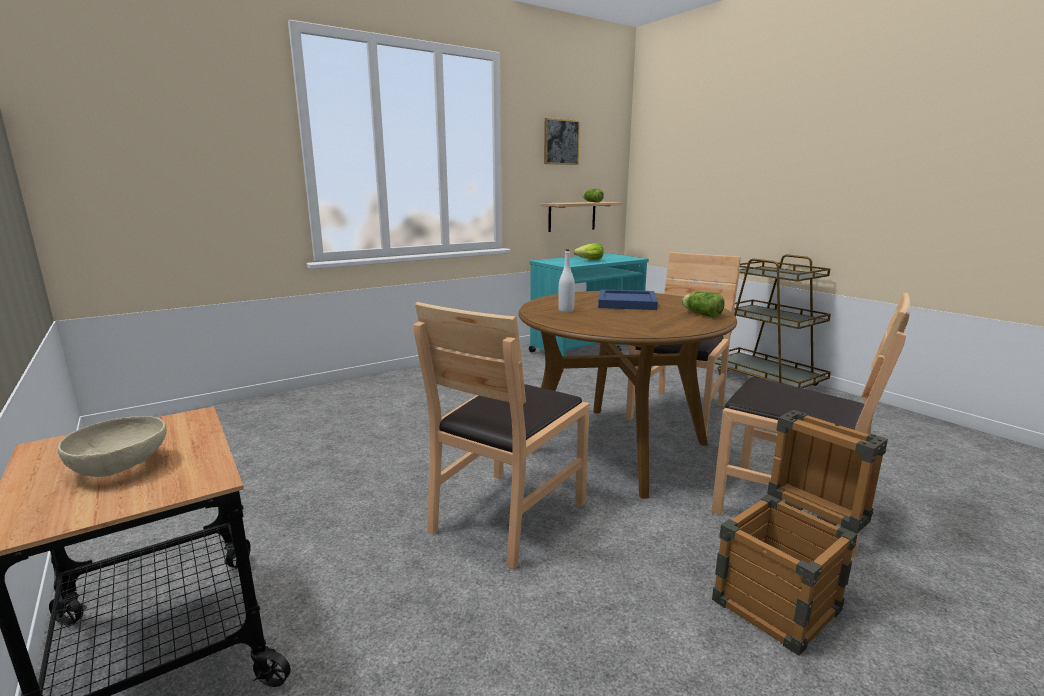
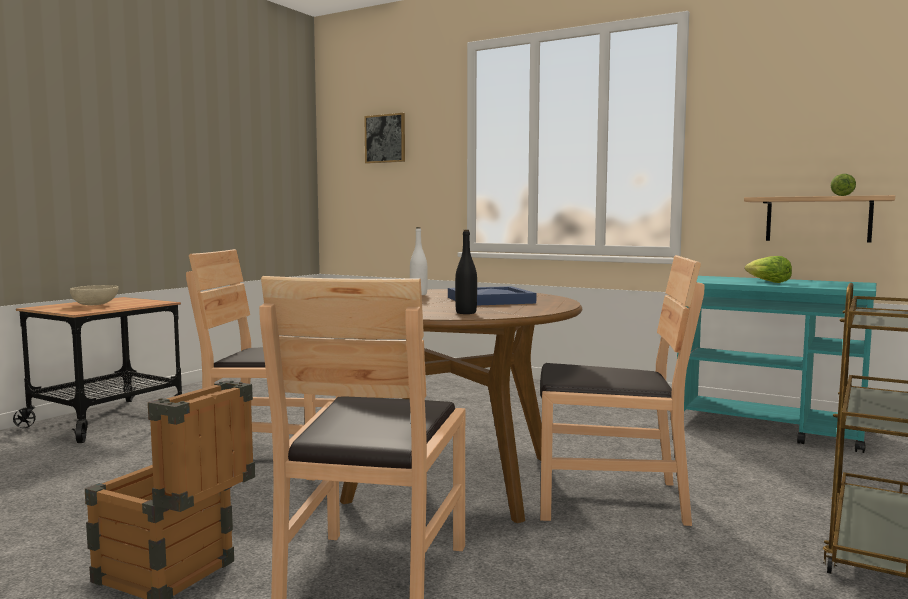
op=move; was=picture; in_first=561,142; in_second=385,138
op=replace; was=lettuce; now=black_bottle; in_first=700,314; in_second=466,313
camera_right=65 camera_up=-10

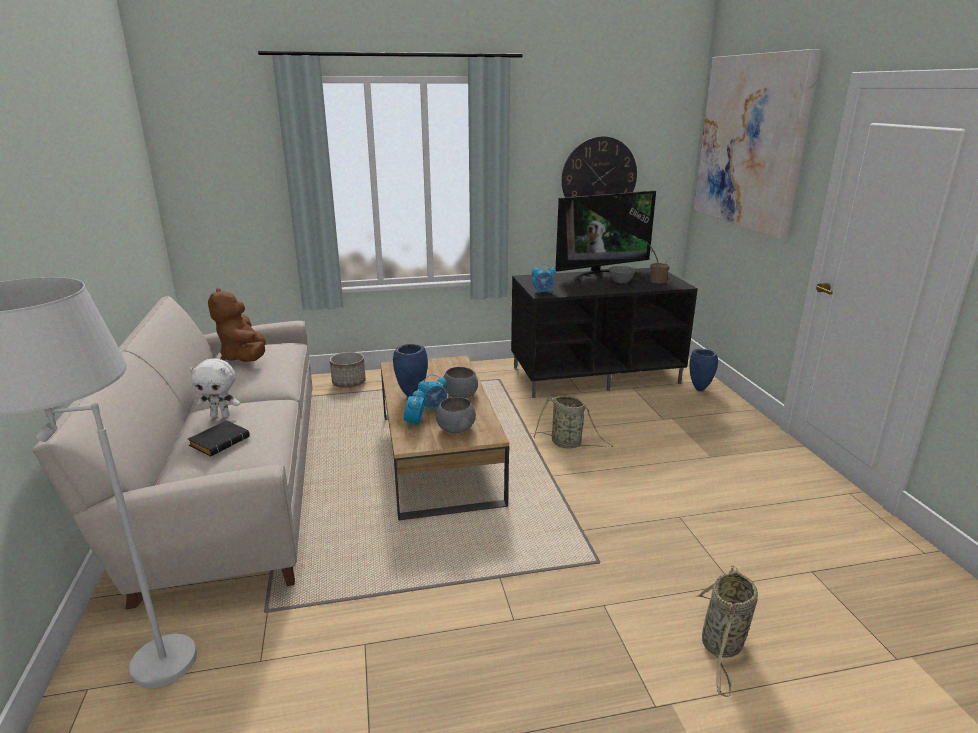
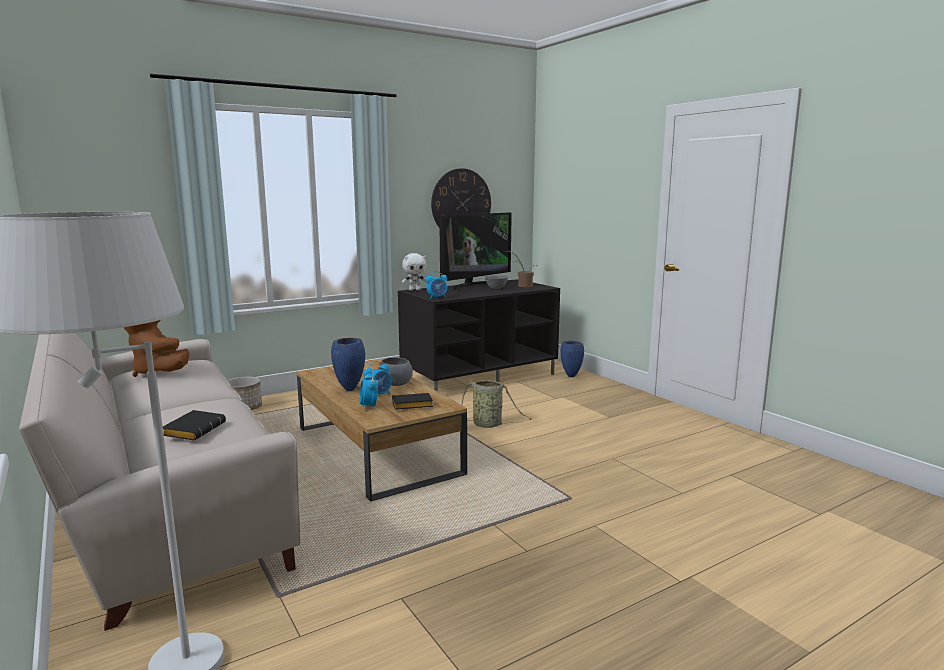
op=replace; was=grey_bowl; now=black_book; in_first=455,429; in_second=411,406
op=move; was=white_plush_toy; in_first=221,416; in_second=414,290
op=delete; was=picture; in_first=752,142
op=delete; was=basket; in_first=722,647
camera_right=-20 camera_up=-10

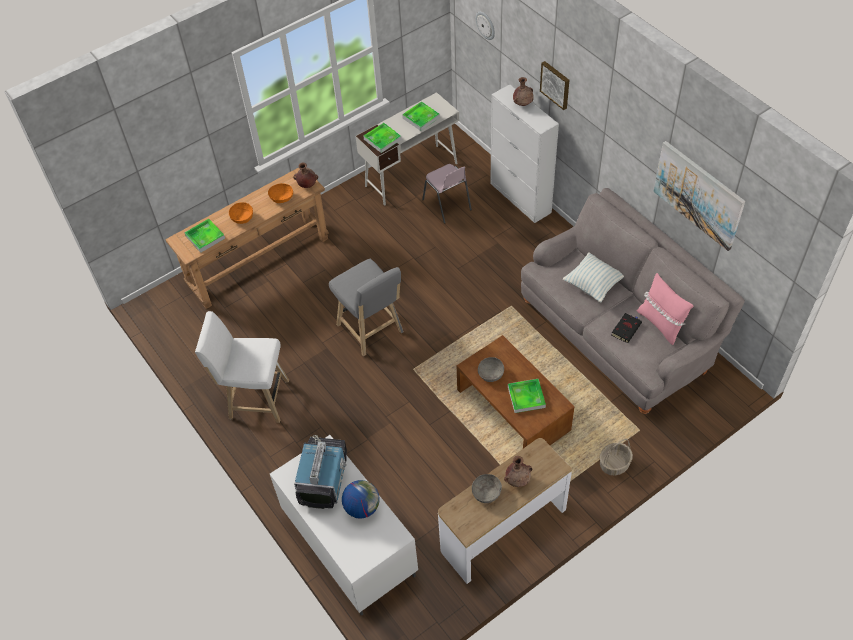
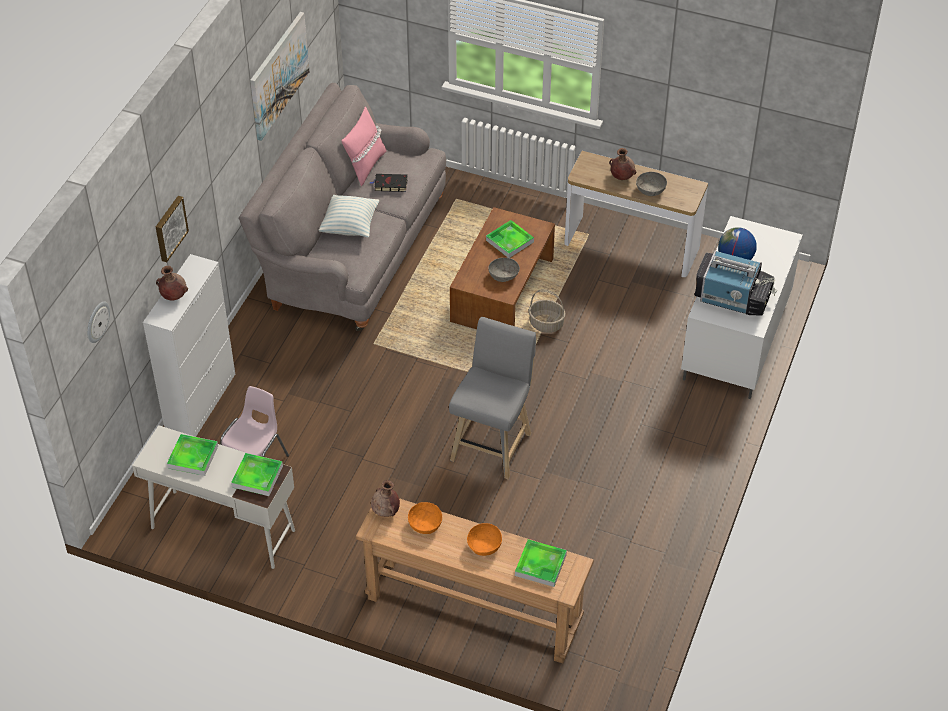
op=move; was=basket; in_first=614,464; in_second=546,324
op=rotate; was=television; in_first=324,478; in_second=733,298; clockwise=-135
op=delete; was=white_stool; in_first=255,399
camera_right=-125 camera_up=-5

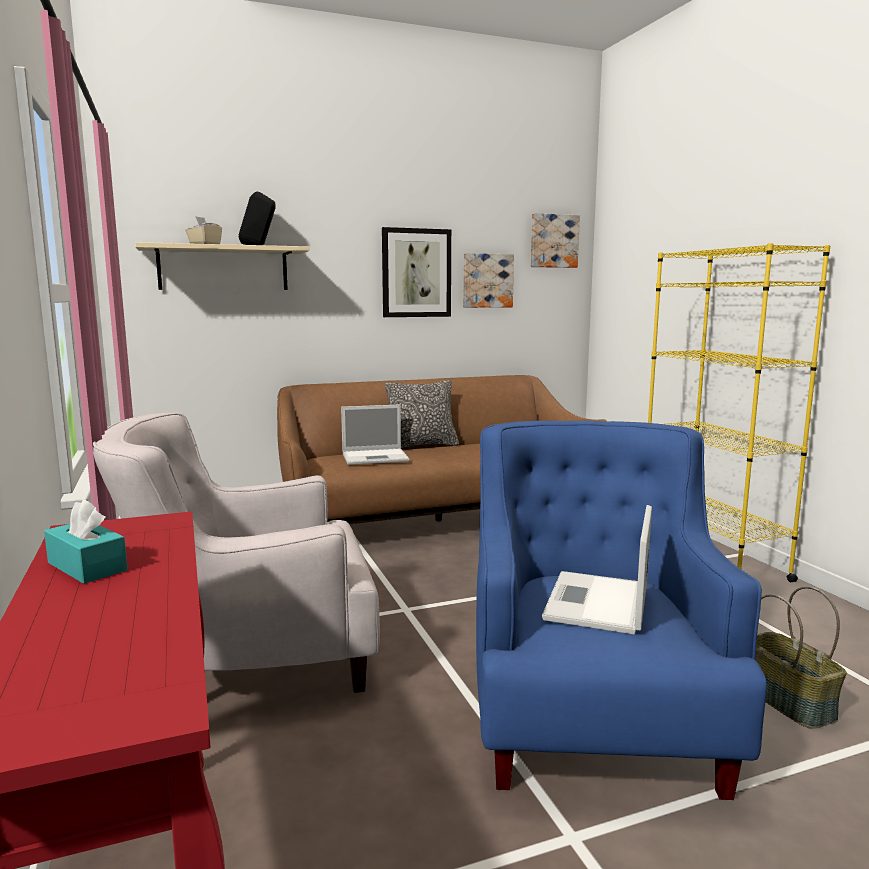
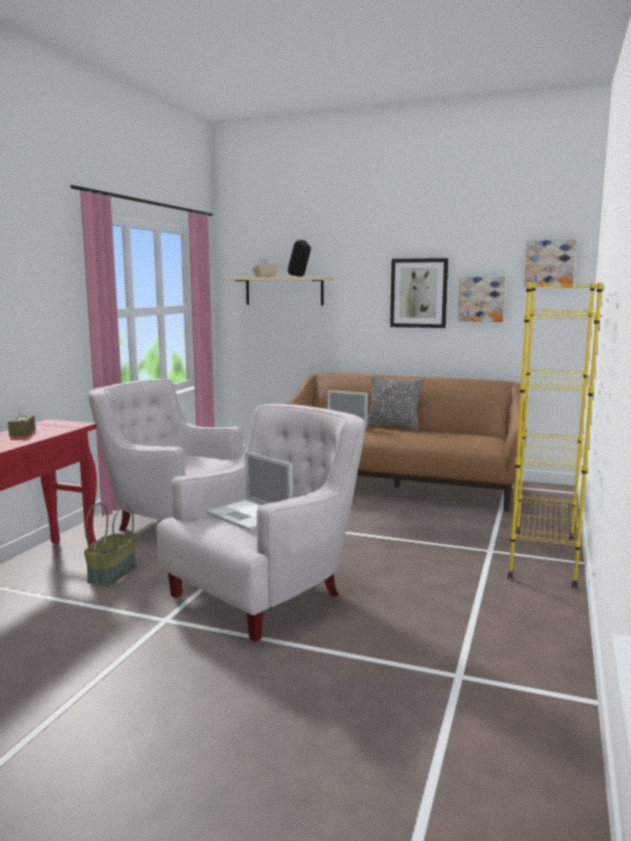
op=recolor; was=turquoise_tissue_box; now=brown_tissue_box; in_first=87,566; in_second=22,432
op=move; was=basket; in_first=789,701; in_second=112,574
op=recolor; was=blue_armchair; now=white_armchair; in_first=592,713; in_second=268,591
op=rotate; was=laptop; in_first=597,604; in_second=250,515; clockwise=-105
camera_right=40 camera_up=0

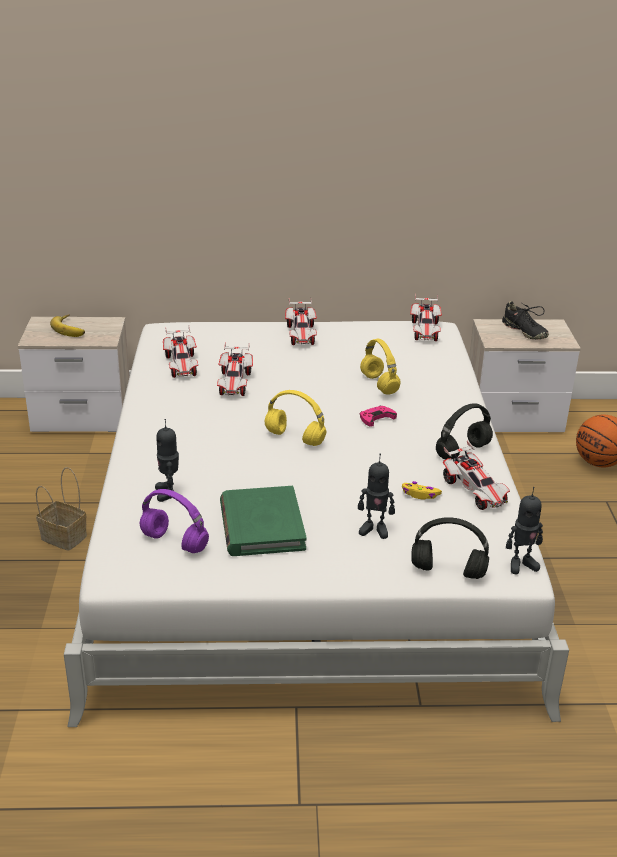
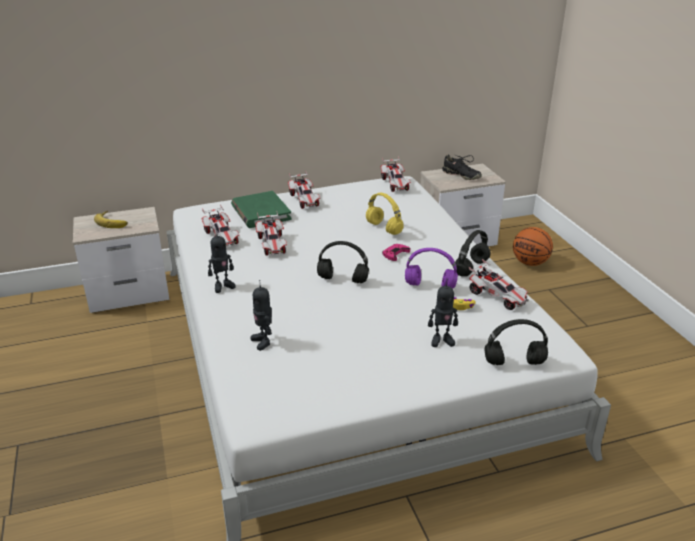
op=move; was=toy_robot; in_first=521,564; in_second=223,286
op=move; was=green_book; in_first=261,525; in_second=260,213
op=recolor; was=yellow_headphones; now=black_headphones; in_first=293,438; in_second=342,280
op=move; was=purple_headphones; in_first=176,542; in_second=431,286
op=delete; was=basket; in_first=62,537
camera_right=-15 camera_up=0

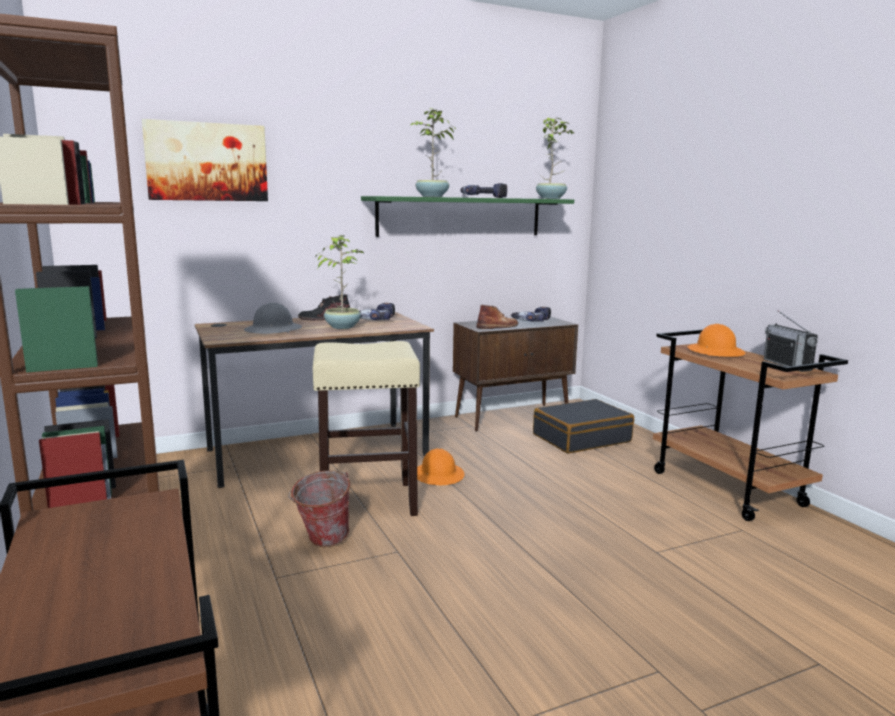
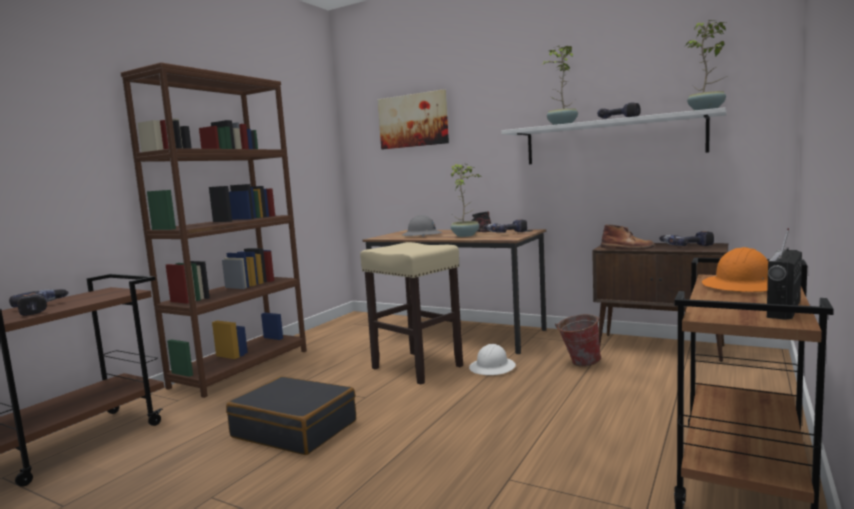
op=insert; now=power_drill; in_second=42,309
op=move; was=black_suitcase; in_first=581,438; in_second=295,429
op=recolor; was=orange_hard_hat; now=white_hard_hat; in_first=438,475; in_second=492,368
op=recolor; was=green_shelf; now=white_shelf; in_first=460,216; in_second=611,140
op=move; was=bucket; in_first=321,542; in_second=578,363
camera_right=55 camera_up=-5

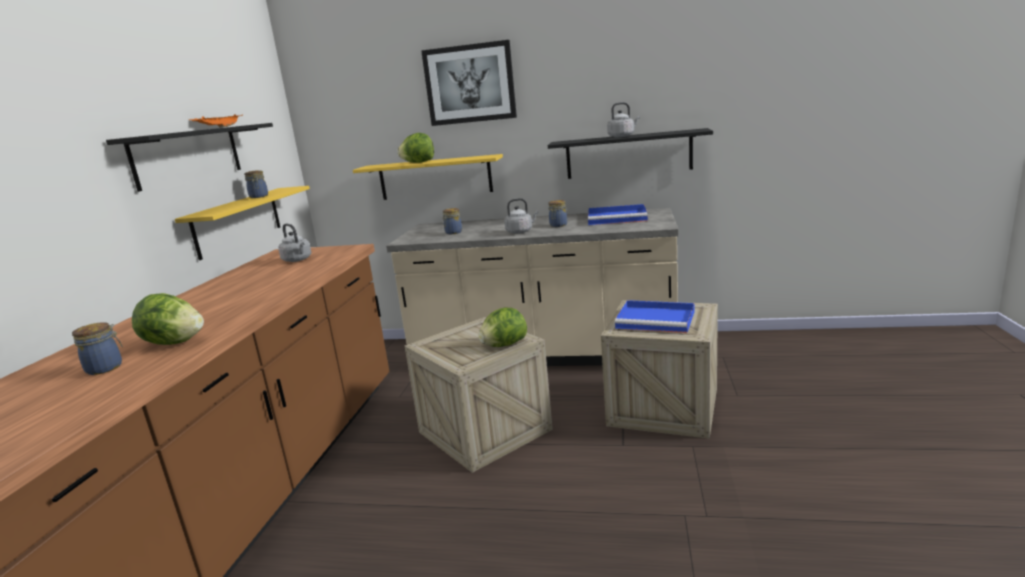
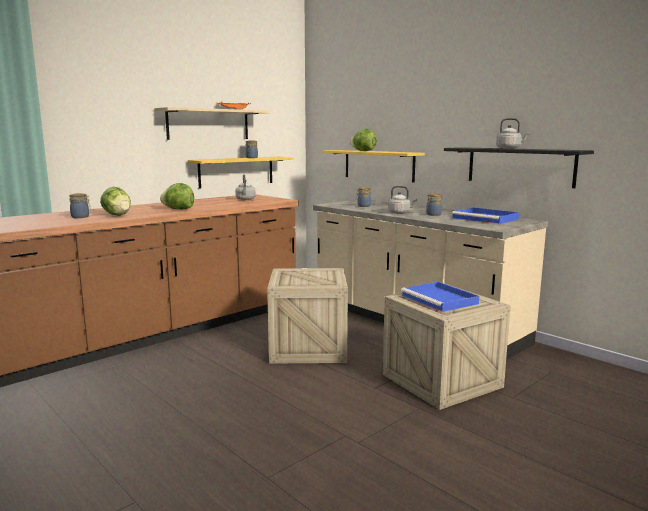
op=recolor; was=black_shelf; now=beige_shelf; in_first=188,156; in_second=208,124
op=move; was=lettuce; in_first=504,345; in_second=178,209
op=delete; was=picture; in_first=470,84
camera_right=35 camera_up=-5

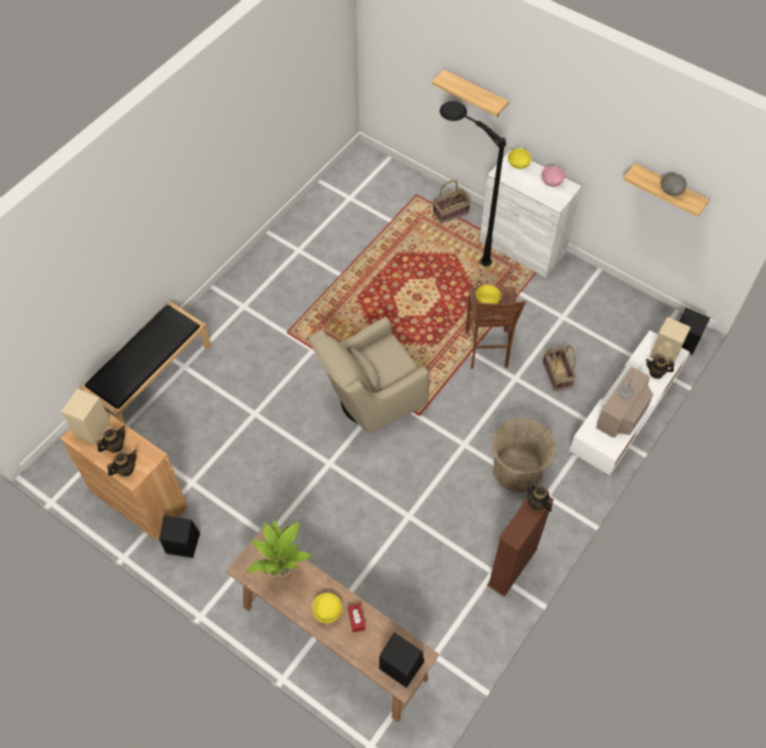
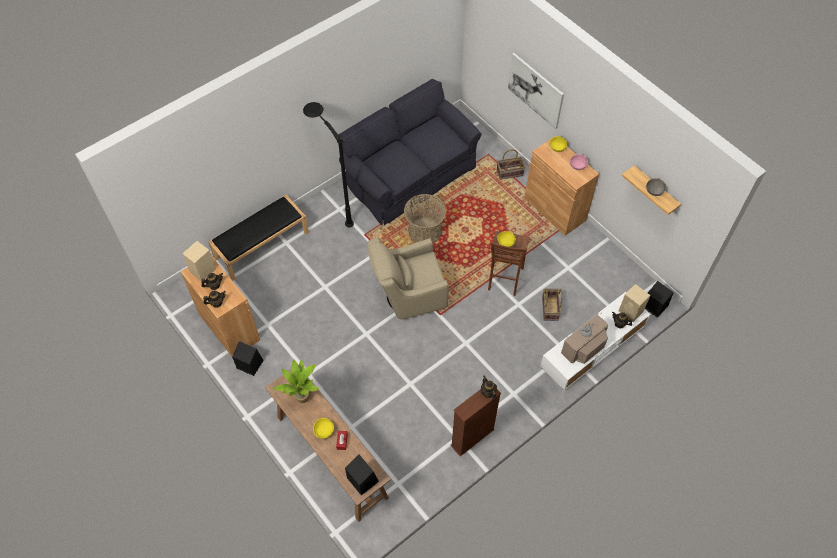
op=move; was=black_floor_lamp; in_first=455,245; in_second=333,206
op=insert; now=black_sofa; in_second=409,174
op=move; was=basket; in_first=517,469; in_second=424,231
op=replace; was=shelf; now=picture; in_first=475,94; in_second=535,90
op=recolor; was=white_cabinet; now=brown_cabinet; in_first=522,247; in_second=555,209
camera_right=15 camera_up=0

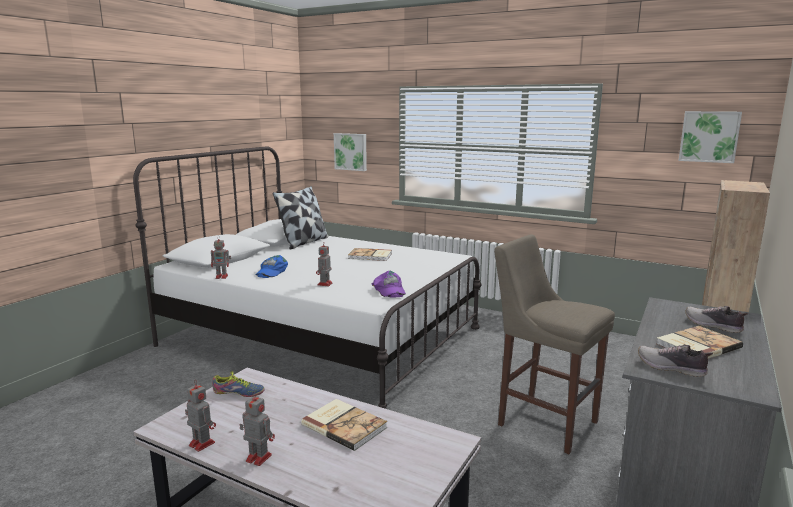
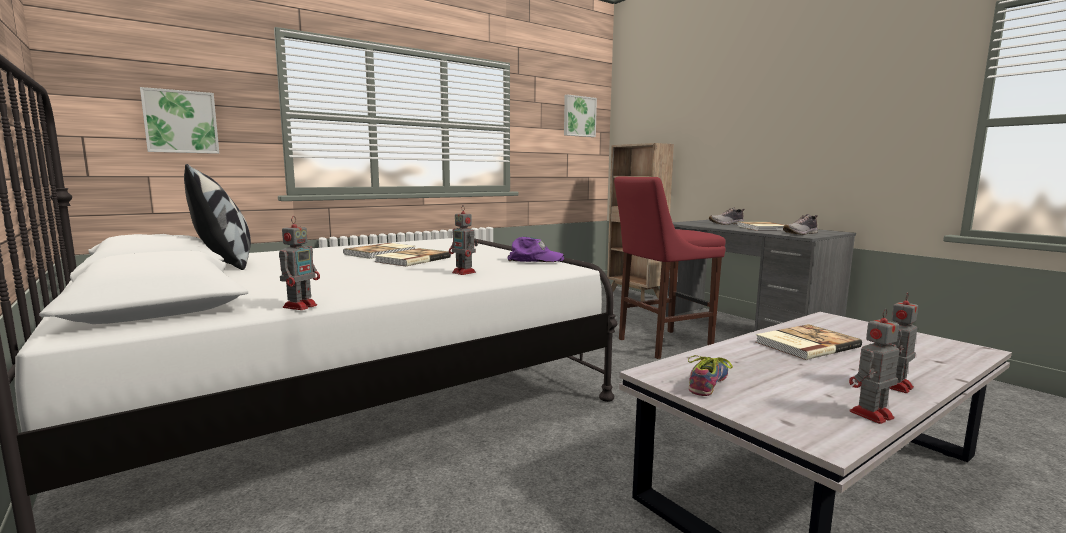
op=insert; now=book; in_second=412,259
op=recolor; was=beige_stool; now=red_stool; in_first=543,421; in_second=660,344
op=delete; was=blue_cap; in_first=271,271
camera_right=-65 camera_up=-5

